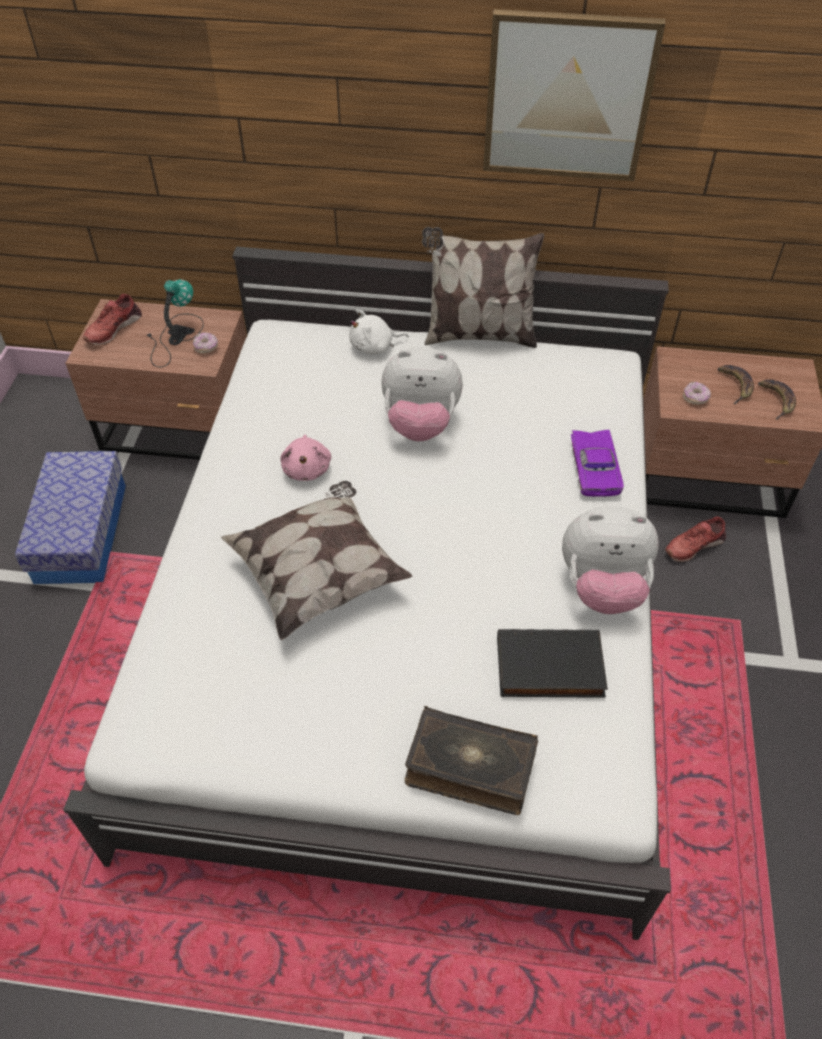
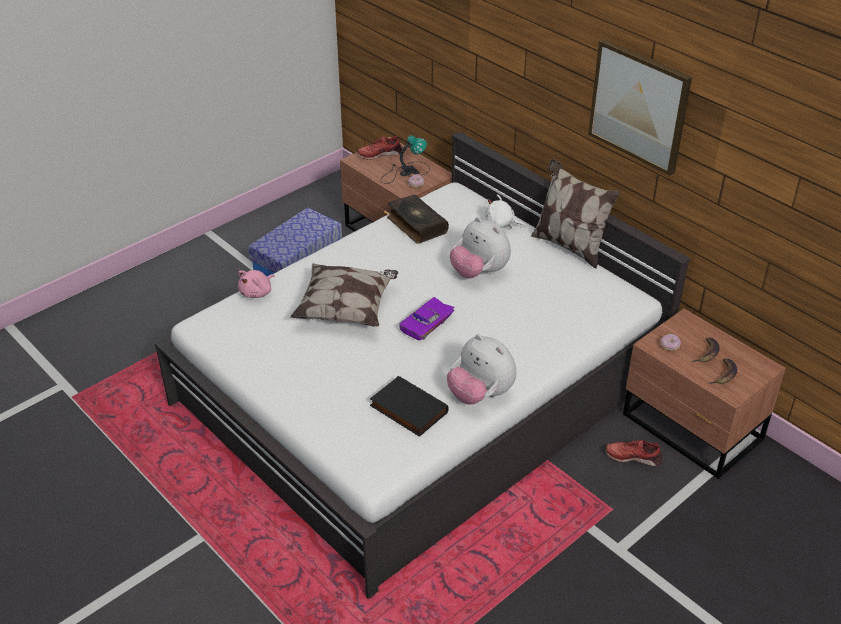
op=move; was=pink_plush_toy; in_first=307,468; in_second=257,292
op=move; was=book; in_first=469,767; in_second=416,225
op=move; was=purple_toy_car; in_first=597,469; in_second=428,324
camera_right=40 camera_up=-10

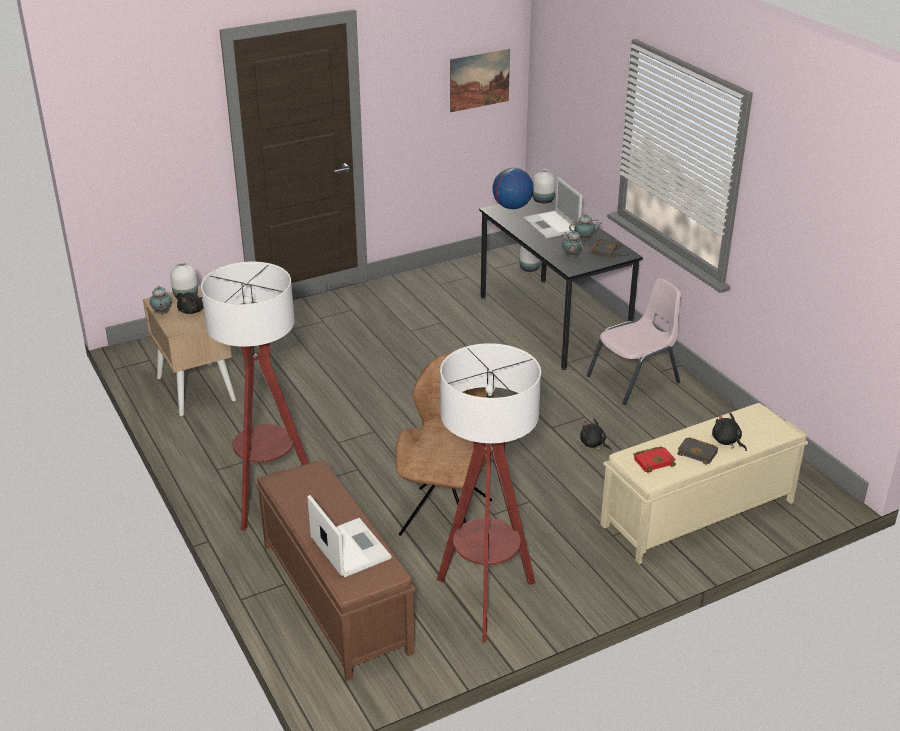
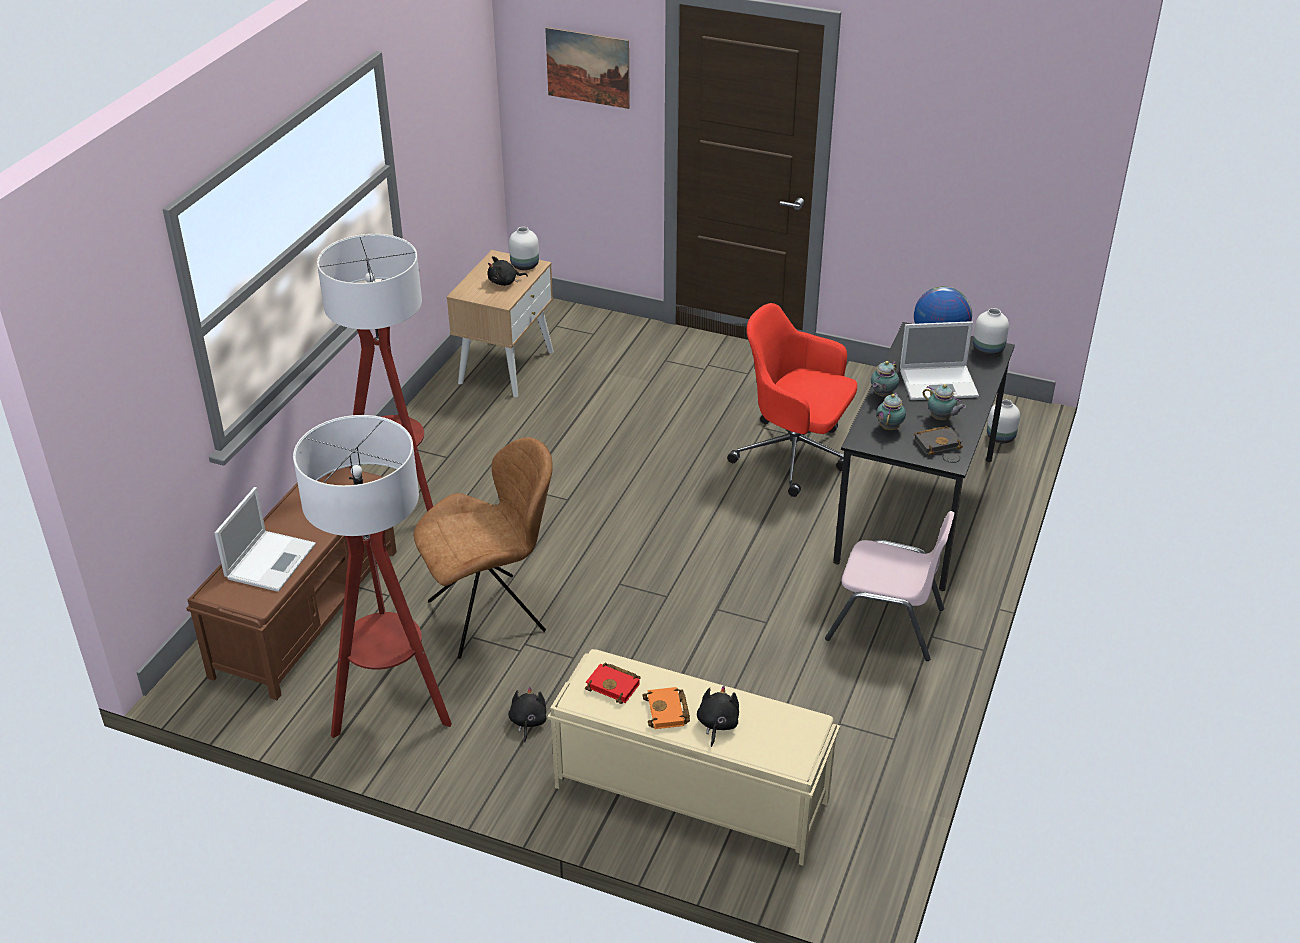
op=move; was=black_plush_toy; in_first=593,444; in_second=527,722
op=move; was=picture; in_first=479,80; in_second=588,67
op=recolor; was=black_book; now=orange_book; in_first=698,453; in_second=668,712
op=insert; now=red_office_chair; in_second=794,456
op=move; was=teapot; in_first=162,313; in_second=882,395
op=rotate; was=laptop; in_first=552,225; in_second=940,383; clockwise=-120
camera_right=50 camera_up=5

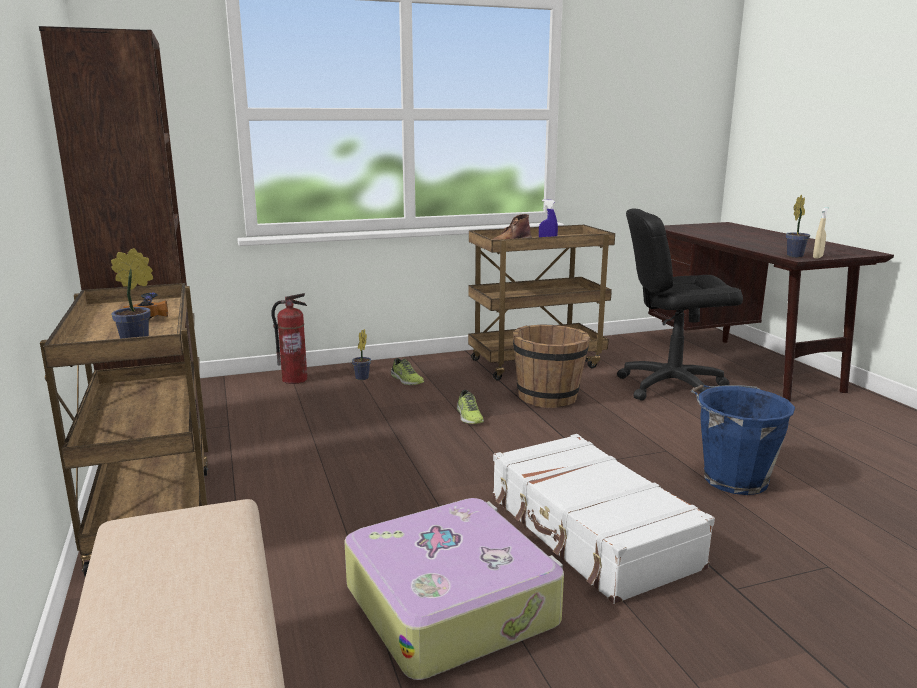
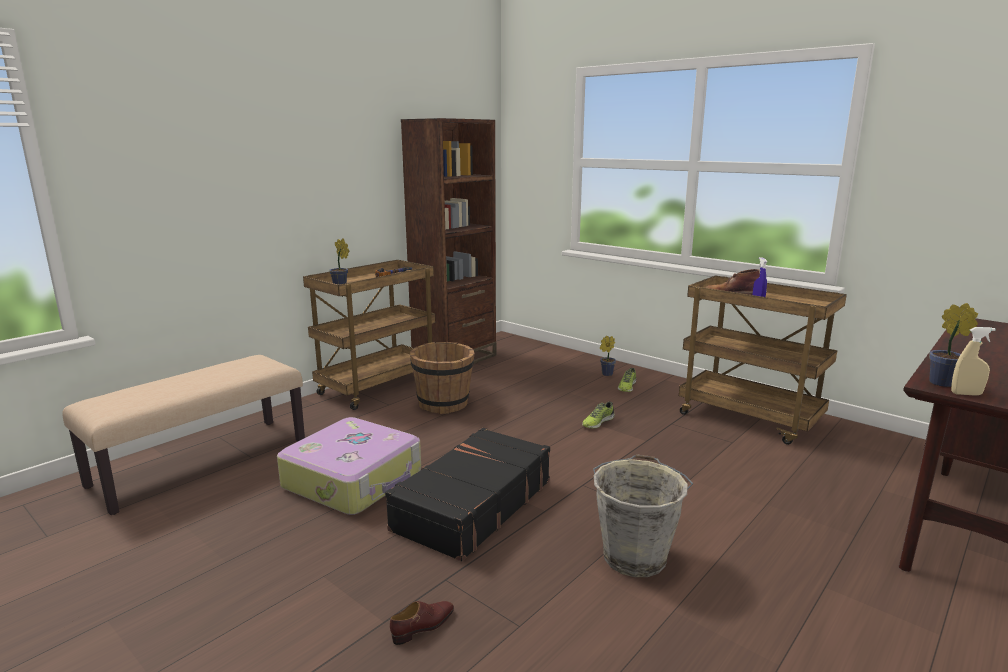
op=recolor; was=white_suitcase; now=black_suitcase; in_first=590,532; in_second=472,505
op=insert; now=brown_shoe; in_second=424,626
op=move; was=brown_bucket; in_first=548,397; in_second=443,404
op=recolor; was=blue_bucket; now=grey_bucket; in_first=732,479; in_second=635,555
op=delete; was=fire_extinguisher; in_first=295,379
op=delete; was=black_office_chair; in_first=671,387
camera_right=60 camera_up=0

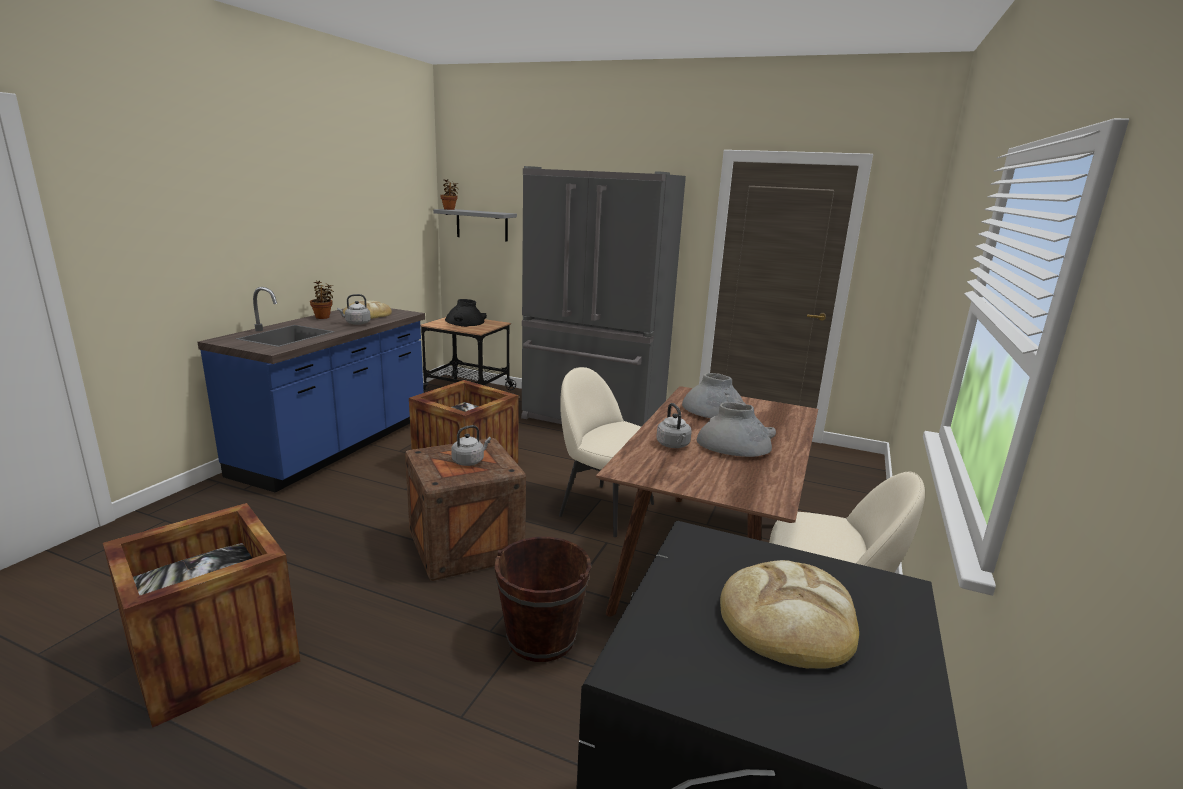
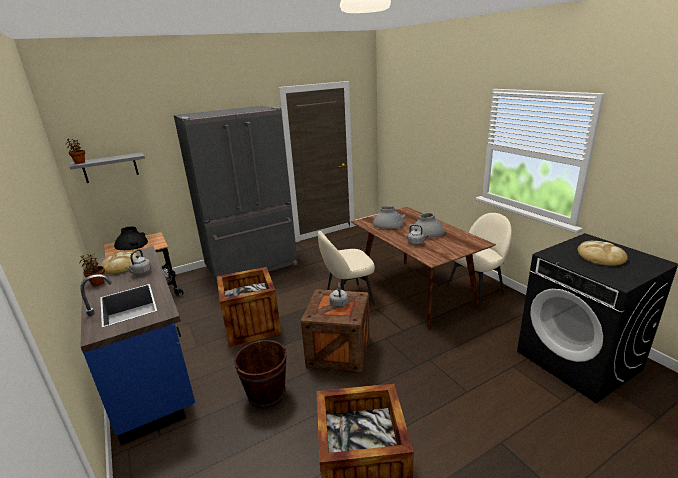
op=move; was=brown_bucket; in_first=541,637; in_second=266,394
camera_right=-50 camera_up=5

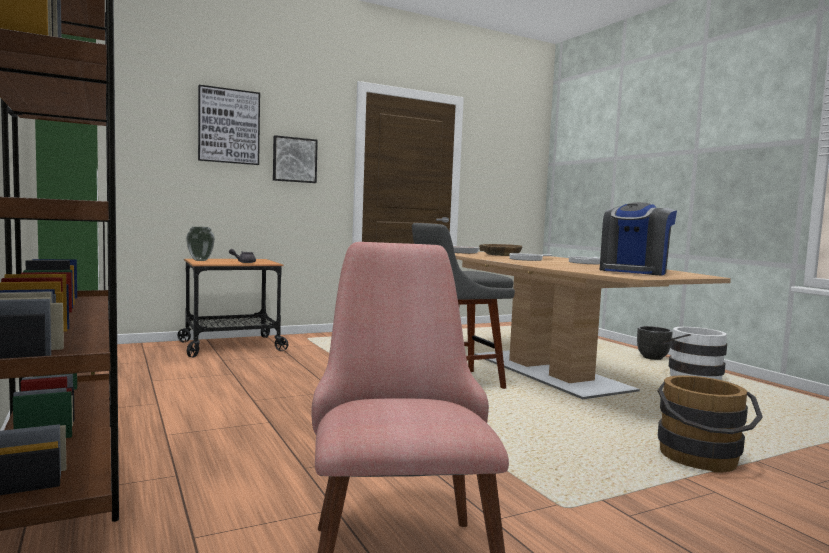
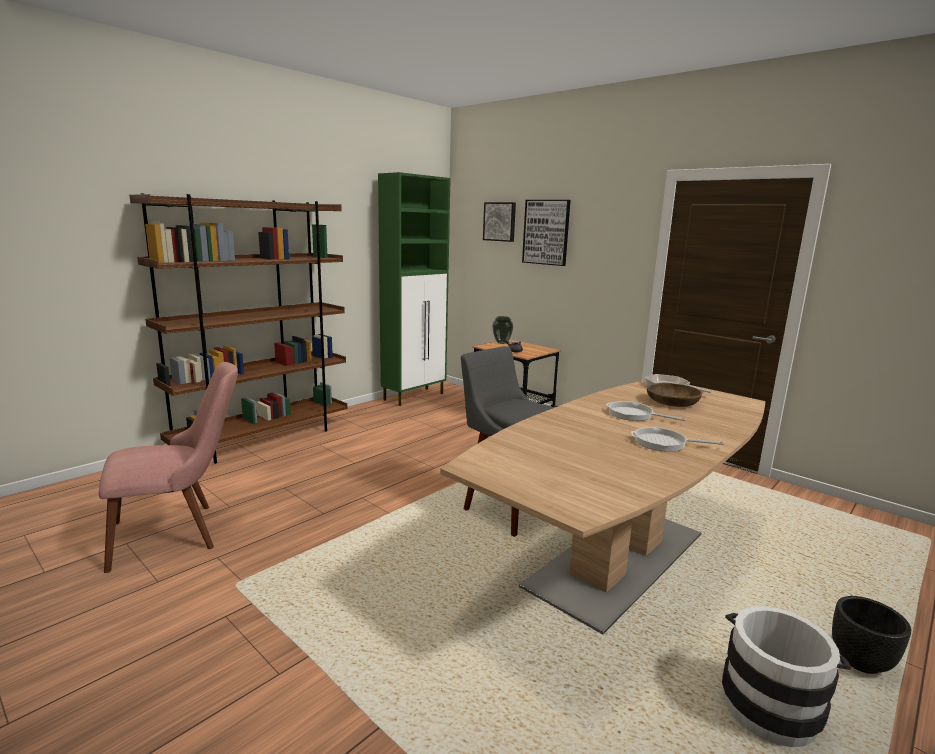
op=move; was=picture; in_first=294,160; in_second=500,221
op=delete; was=coffee_machine; in_first=634,271
op=delete; was=brown_bucket; in_first=701,460
camera_right=70 camera_up=10

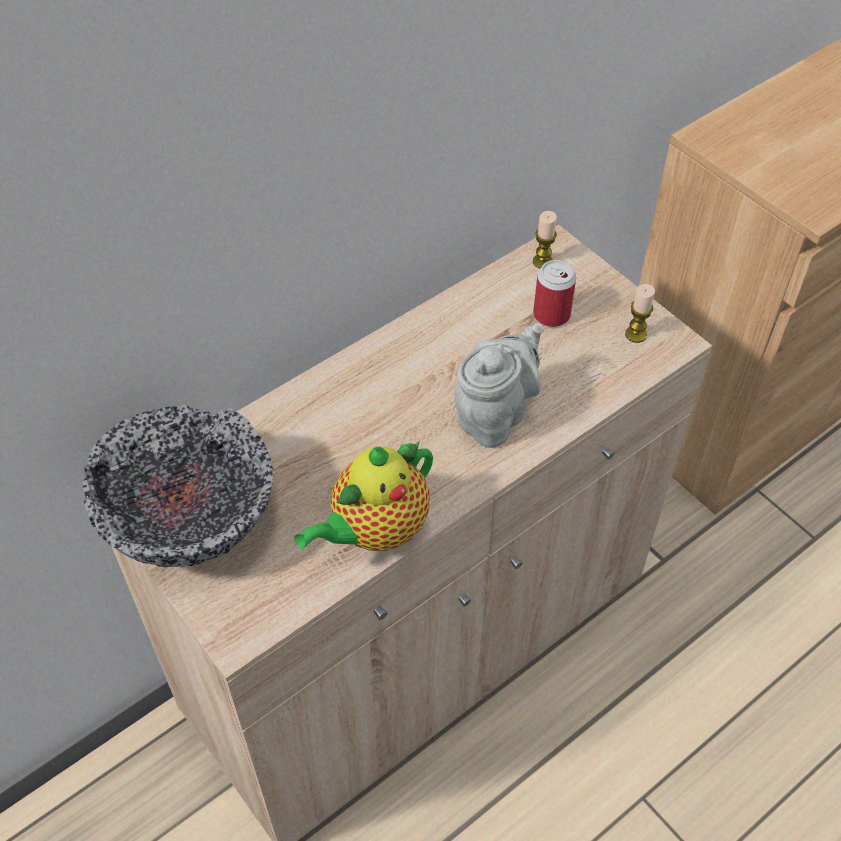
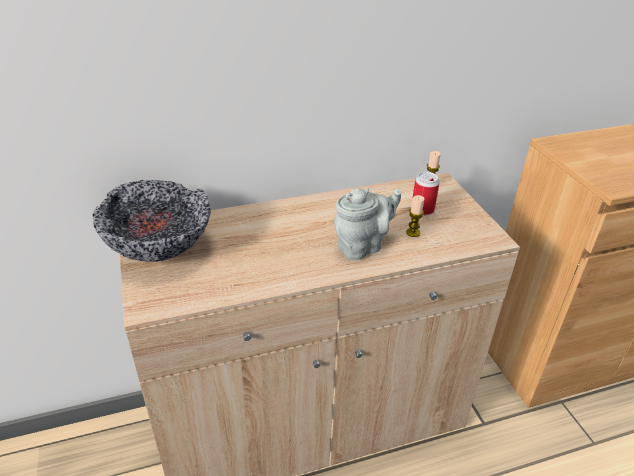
op=move; was=candle; in_first=635,334; in_second=413,232
op=delete; was=teapot; in_first=375,531
camera_right=20 camera_up=-15

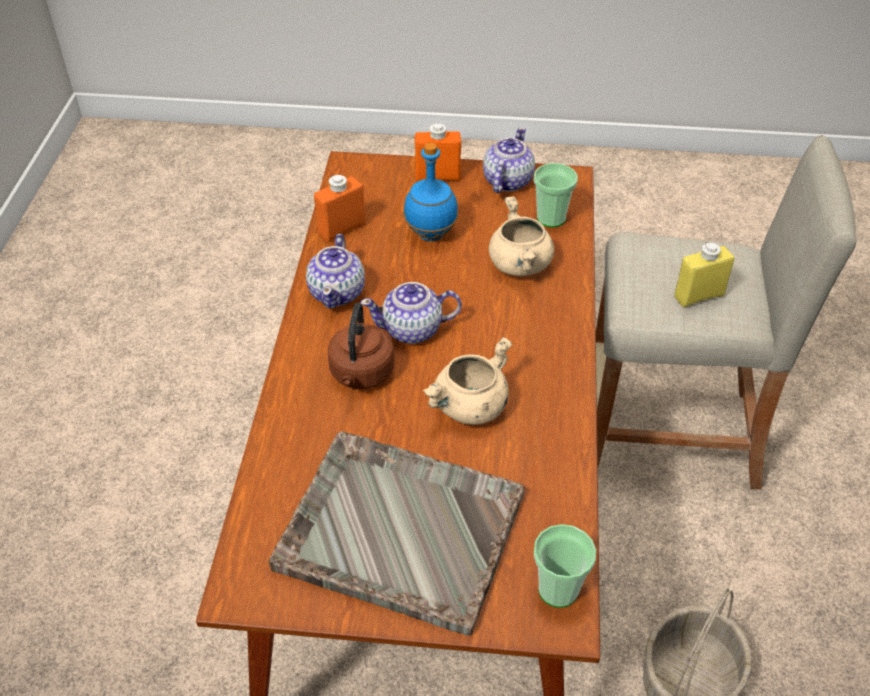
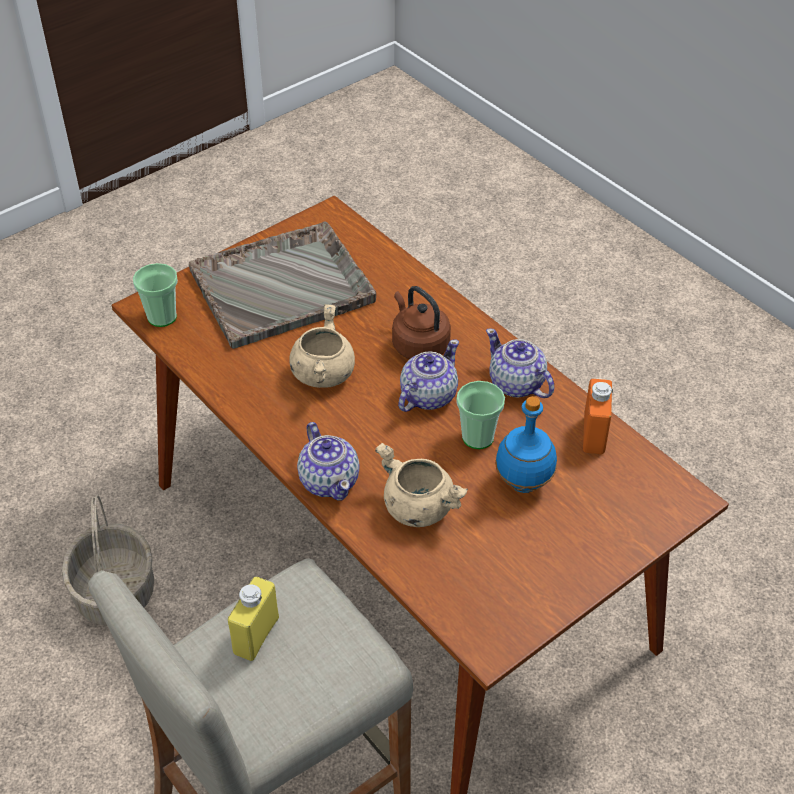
op=move; was=teapot; in_first=507,181; in_second=329,480
op=move; was=cup; in_first=551,218; in_second=478,437
op=delete; was=orange_bottle; in_first=437,176
camera_right=135 camera_up=0

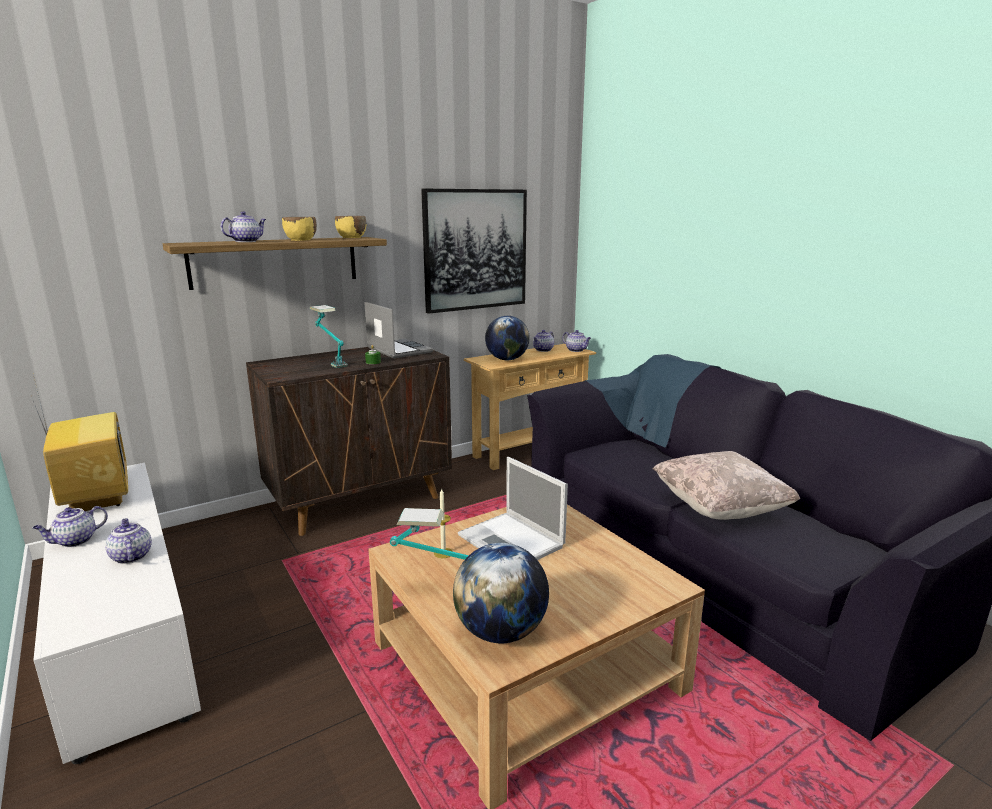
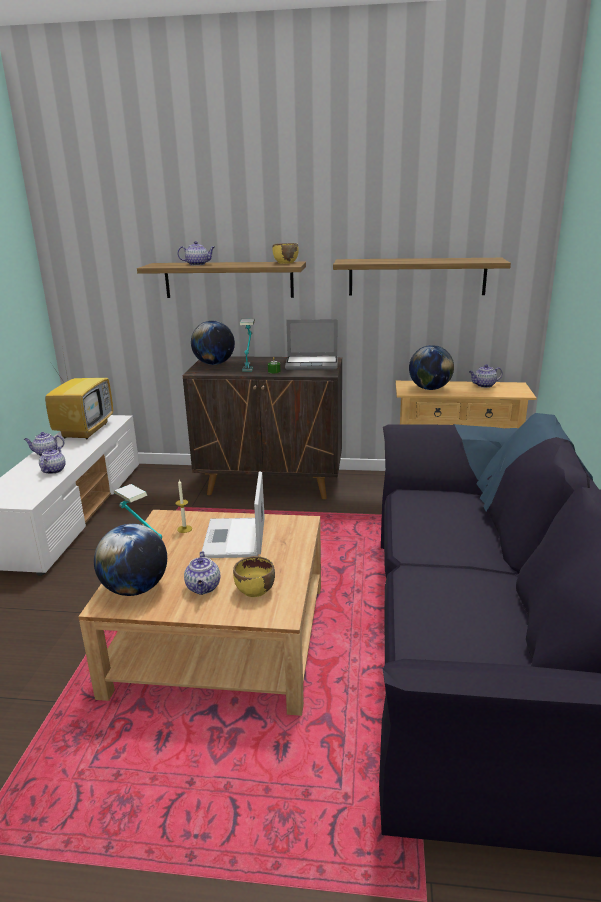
op=move; was=teapot; in_first=576,350; in_second=203,588
op=insert; now=globe; in_second=214,364
op=move; was=yellow_bowl; in_first=301,240; in_second=255,590
op=rotate; was=laptop; in_first=398,350; in_second=312,364; clockwise=90
op=replace; was=picture; now=shelf; in_first=475,250; in_second=417,276
op=delete; was=beige_pillow; in_first=719,508
camera_right=40 camera_up=5

